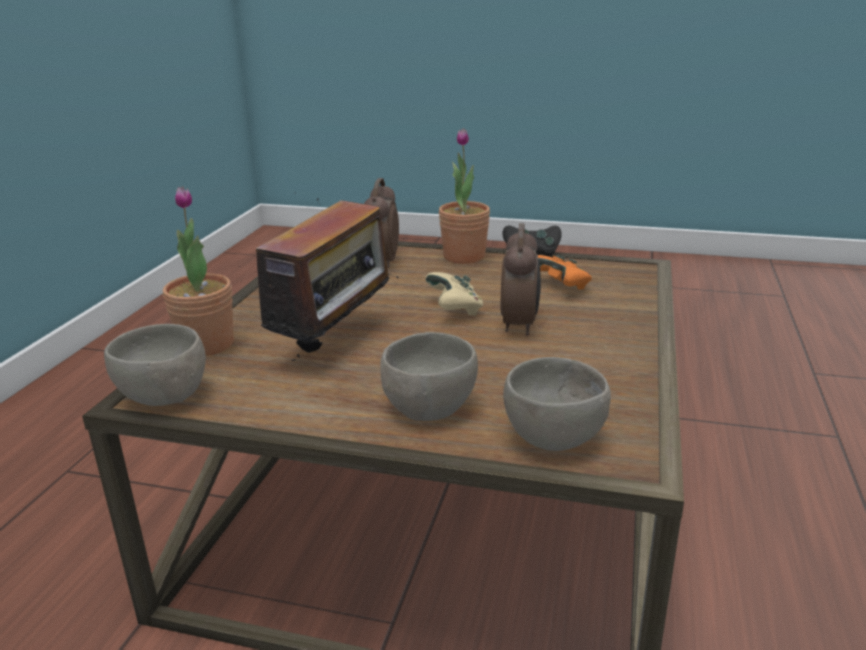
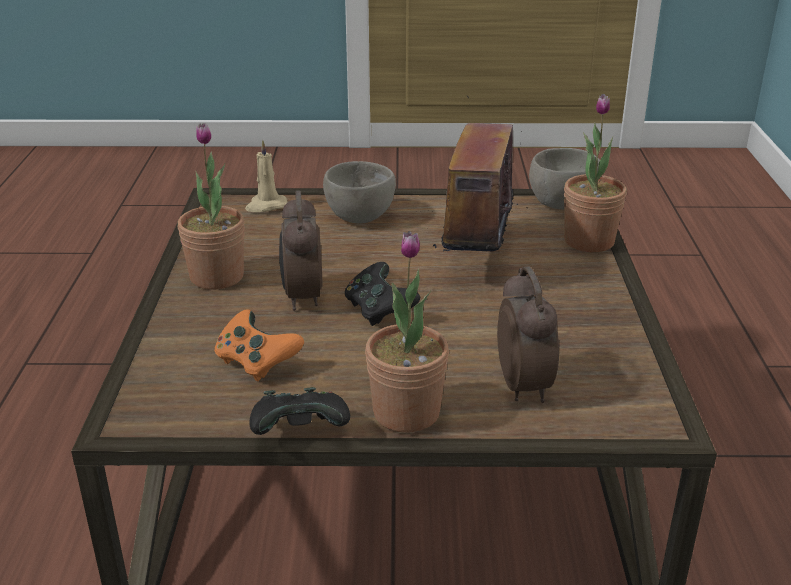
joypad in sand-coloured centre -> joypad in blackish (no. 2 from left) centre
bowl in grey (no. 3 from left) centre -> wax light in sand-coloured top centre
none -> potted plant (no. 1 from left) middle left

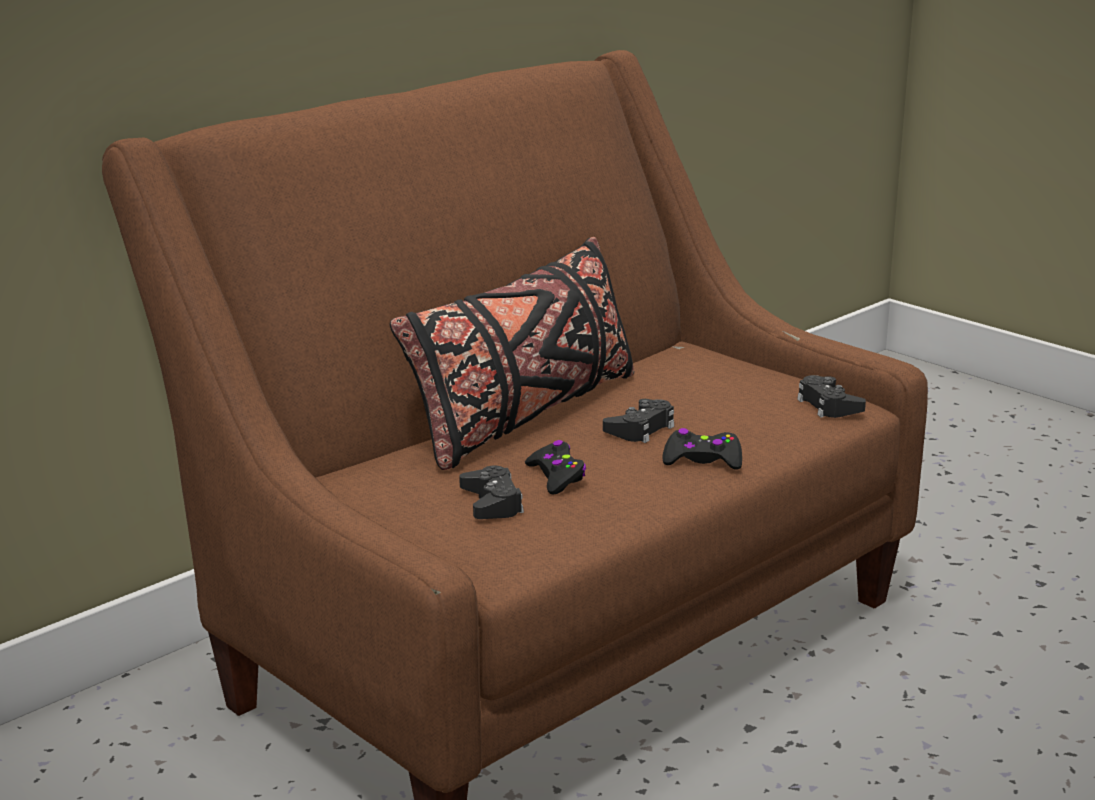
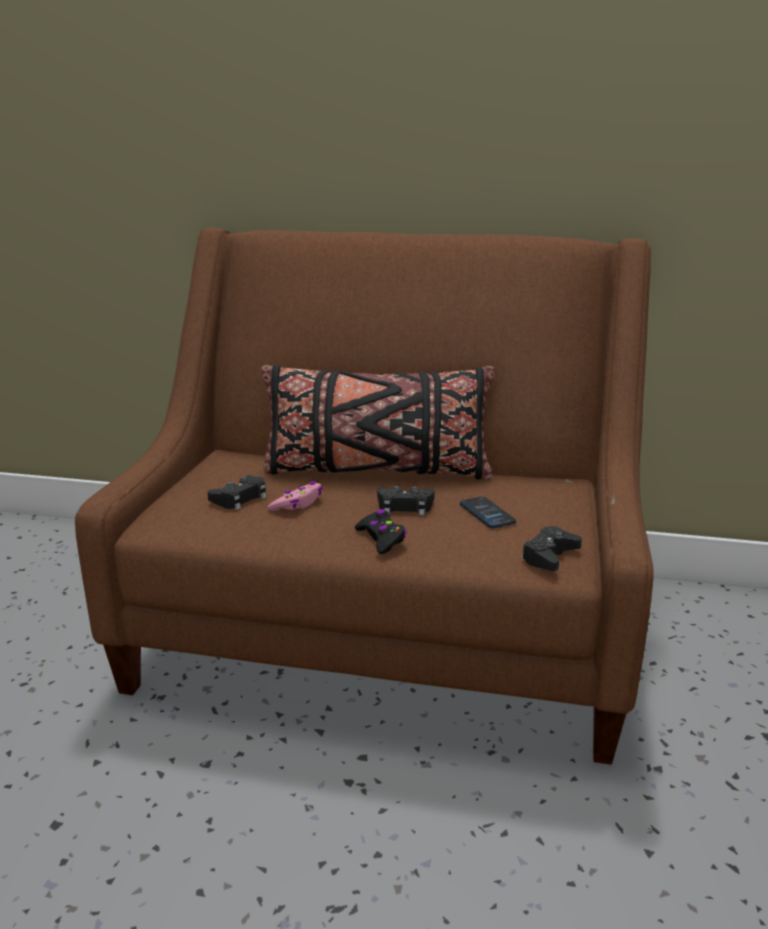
joypad in blackish (no. 2 from left) centre -> joypad in pinkish centre
none -> telephone centre

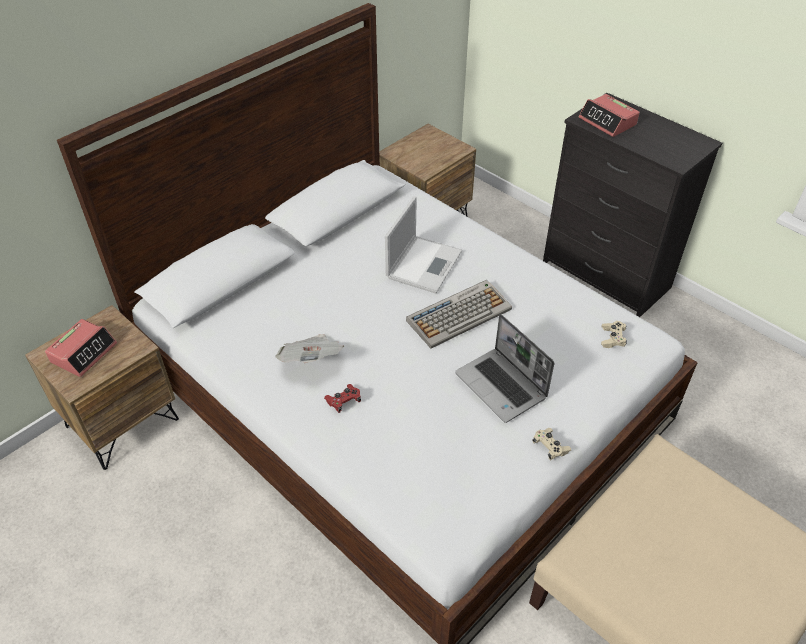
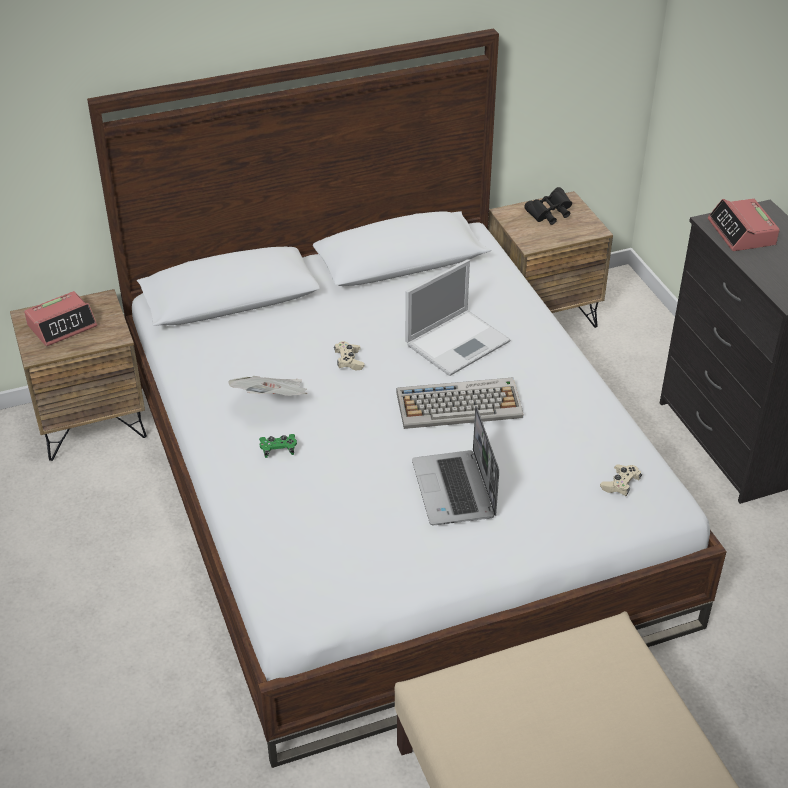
joypad in red centre -> joypad in green-coloured centre
joypad in sand-coloured (no. 1 from left) bottom right -> joypad in sand-coloured (no. 1 from left) centre, relocated
none -> binoculars in blackish top right

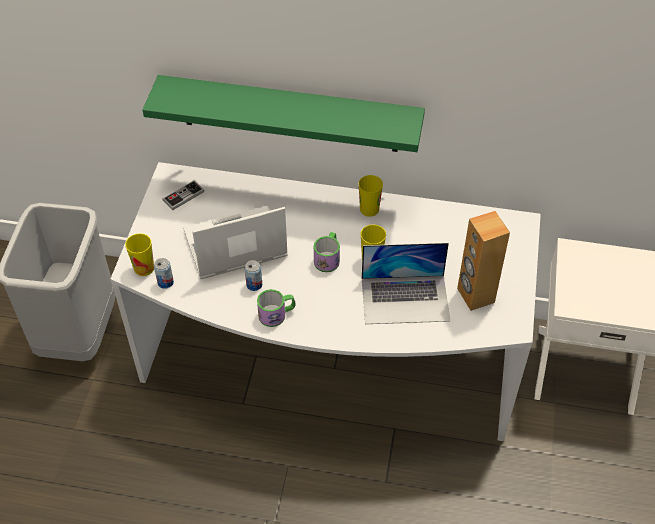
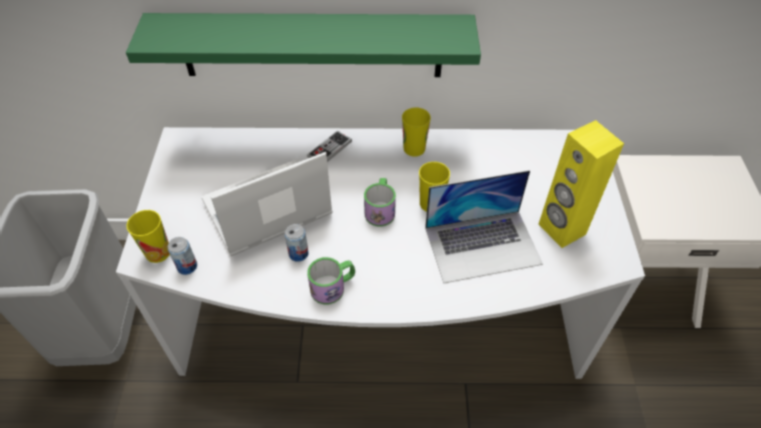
joypad middle left -> joypad centre, relocated
loudspeaker in brownish middle right -> loudspeaker in yellowish middle right

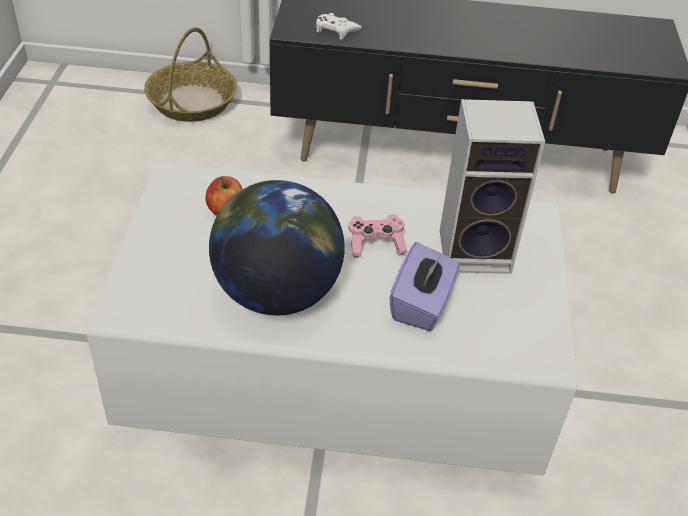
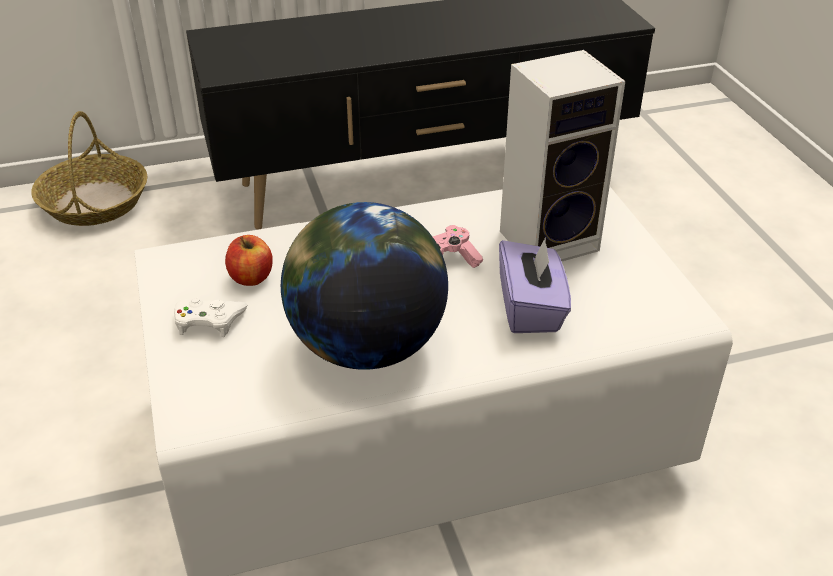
joypad in white top centre -> joypad in white middle left, relocated

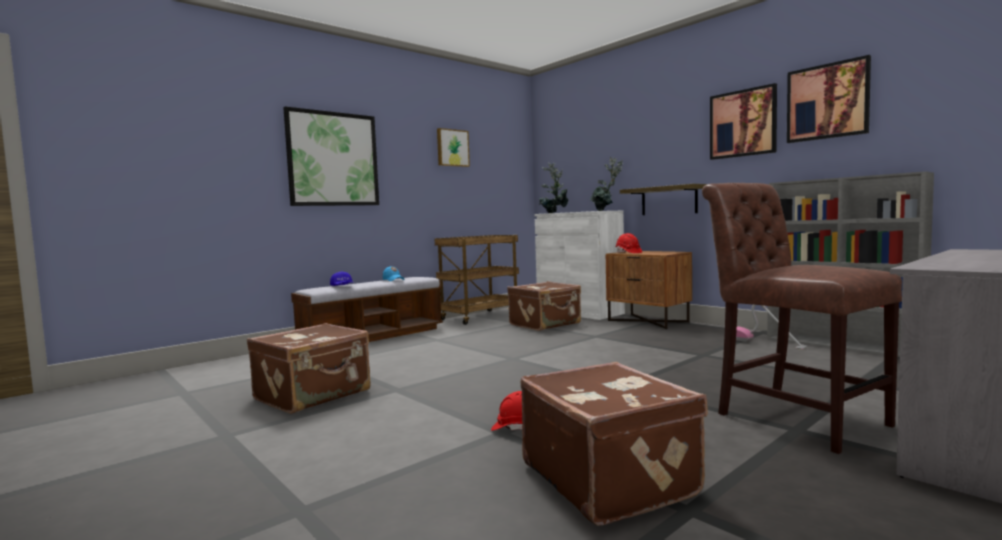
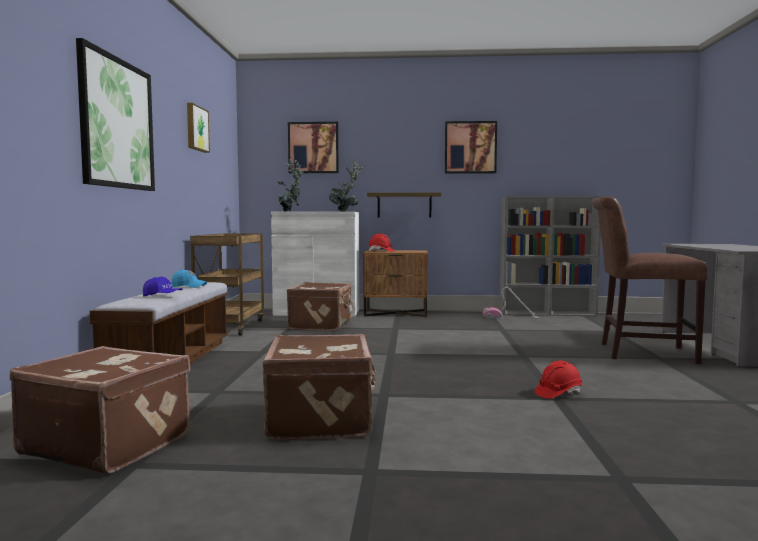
picture (no. 4 from left in the first image) top right -> picture (no. 3 from left) top centre, relocated
suitcase in brownish (no. 3 from left in the first image) bottom centre -> suitcase in brownish (no. 1 from left) bottom left, relocated

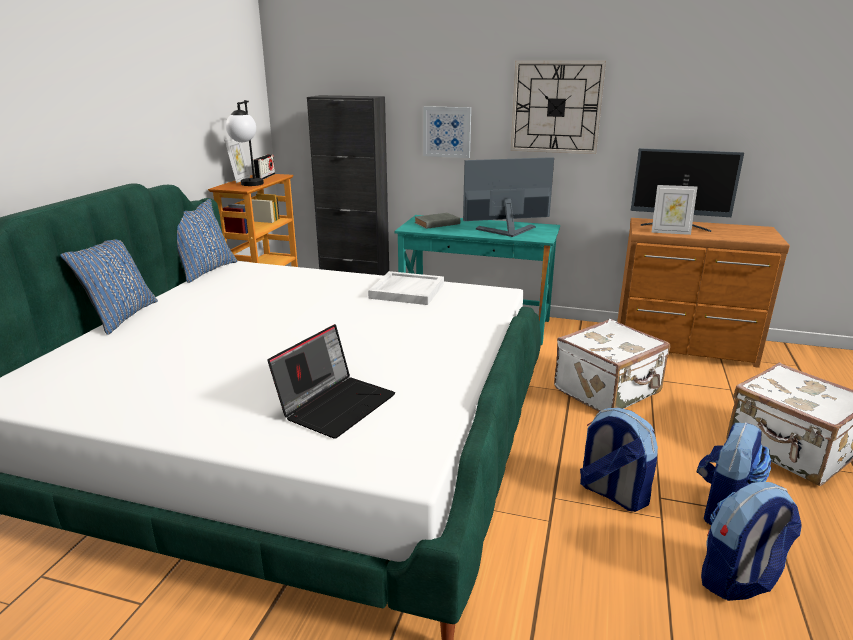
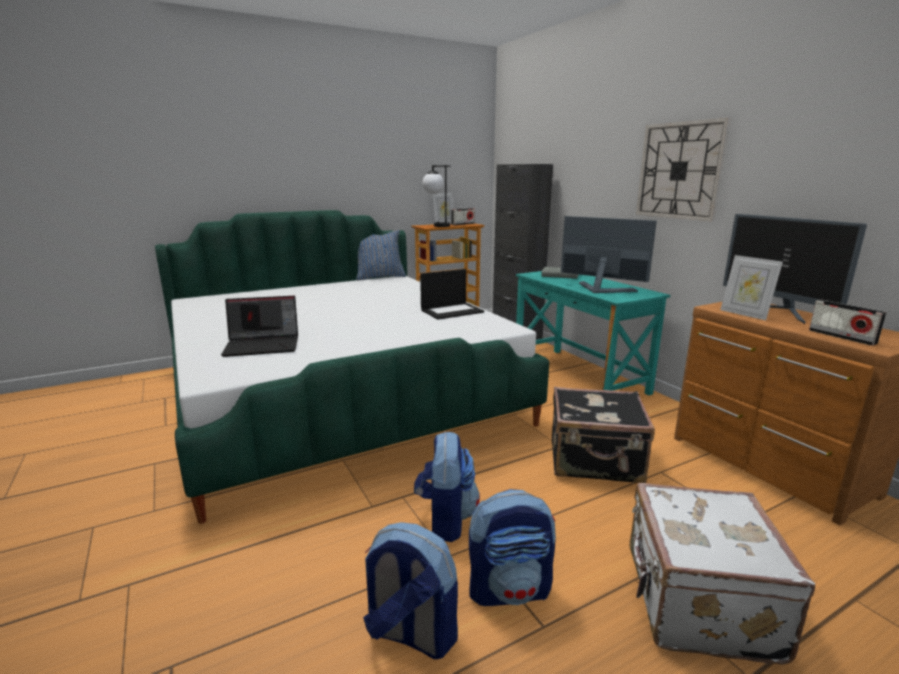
picture top centre -> none
cushion in blue (no. 1 from left) middle left -> none
carrying tray in white centre -> laptop (no. 2 from left) centre
suitcase in white (no. 1 from left) middle right -> suitcase in blackish middle right
none -> radio receiver (no. 2 from left) middle right

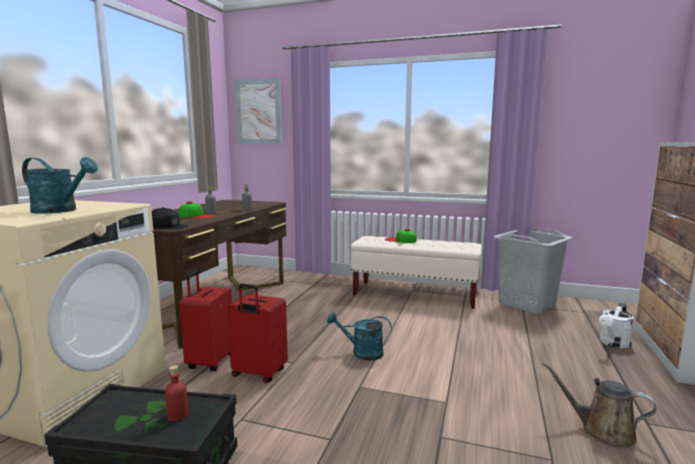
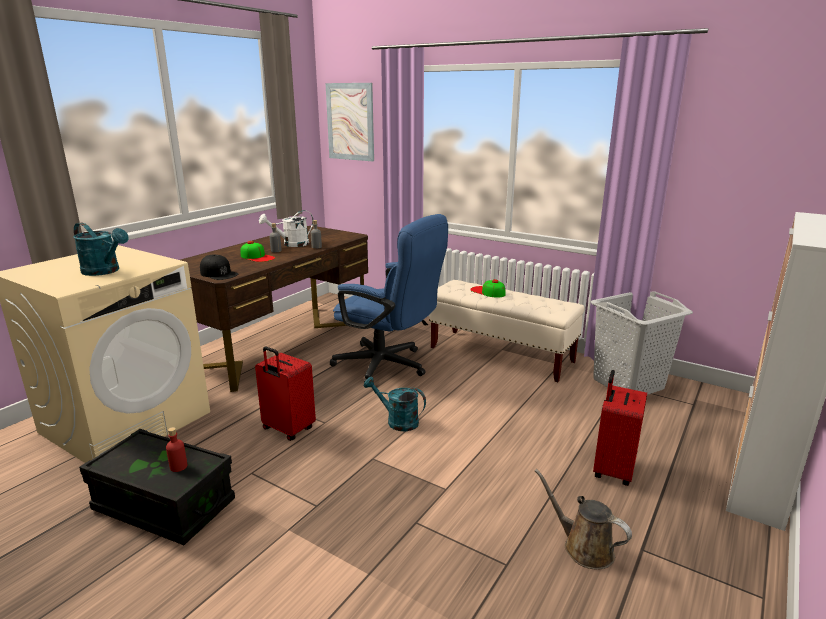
suitcase in red (no. 1 from left in the first image) bottom left -> suitcase in red (no. 2 from left) bottom right, relocated
watering pot in white bottom right -> watering pot in white centre, relocated
none -> desk chair in blue centre

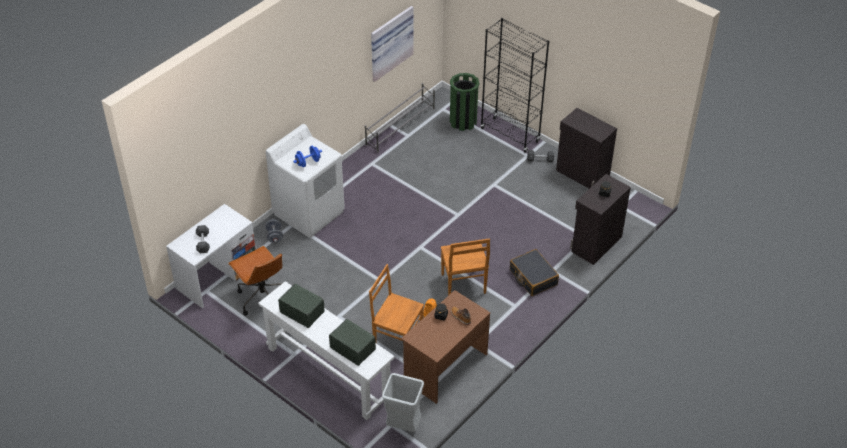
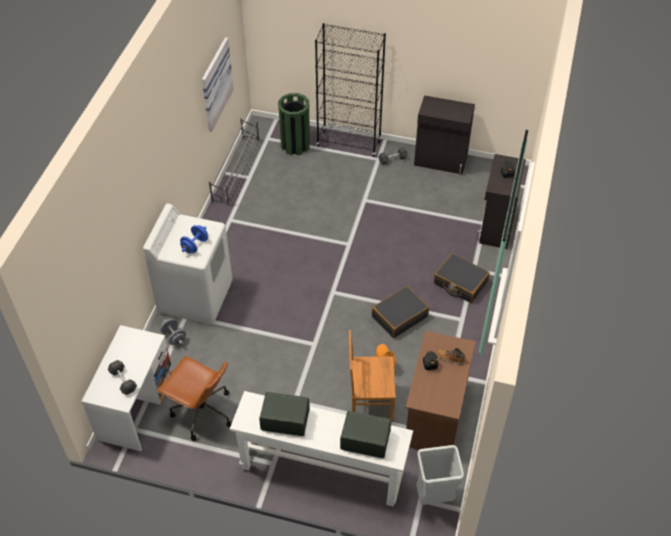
plain chair in brownish (no. 2 from left) centre -> suitcase in blackish (no. 1 from left) centre

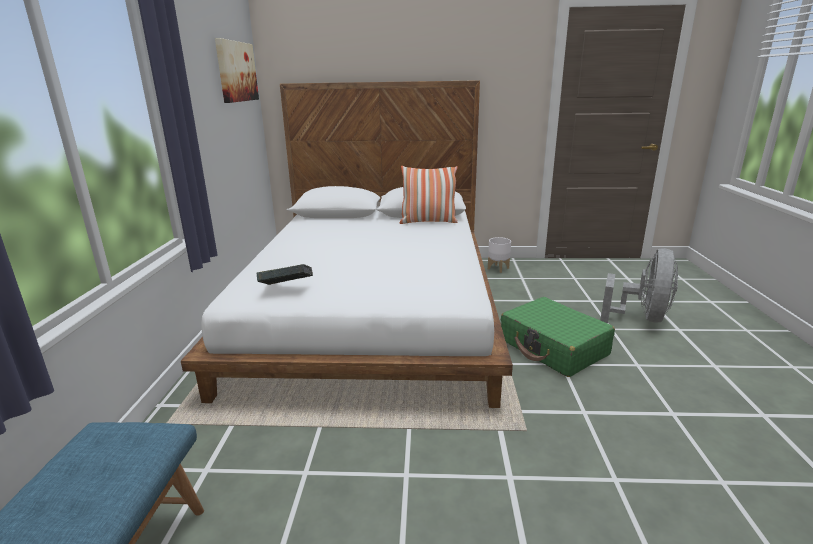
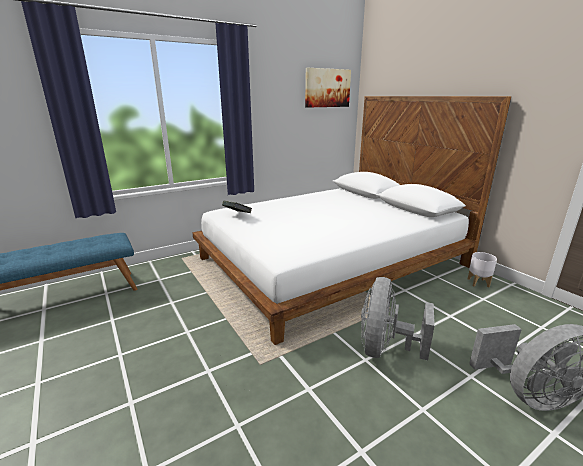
cushion centre -> none
suitcase in green-coloured middle right -> fan in grey (no. 1 from left) bottom right

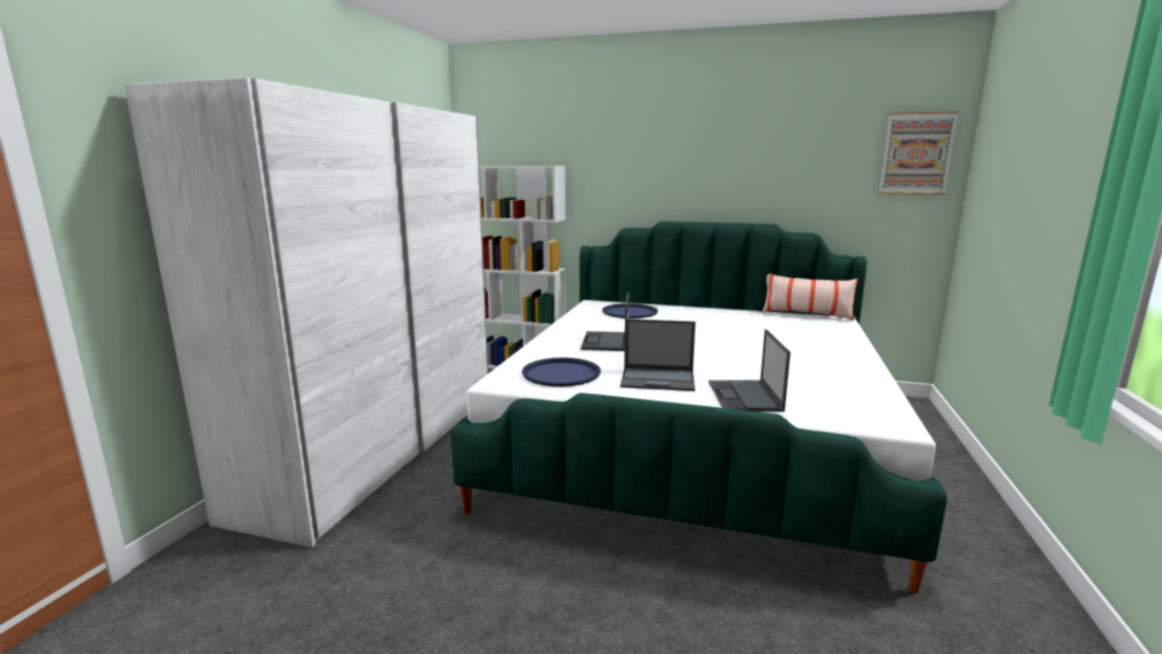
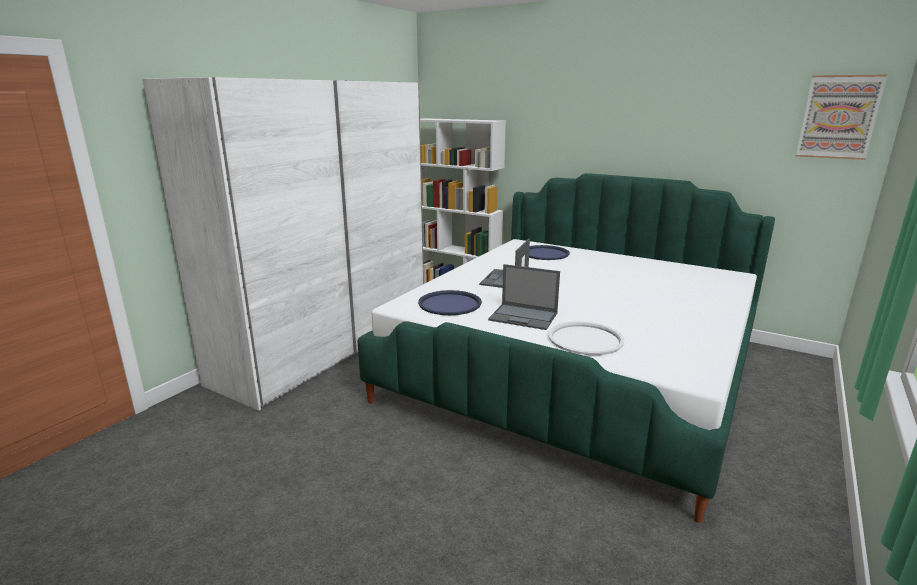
cushion middle right -> none
laptop (no. 3 from left) centre -> carrying tray in white centre

